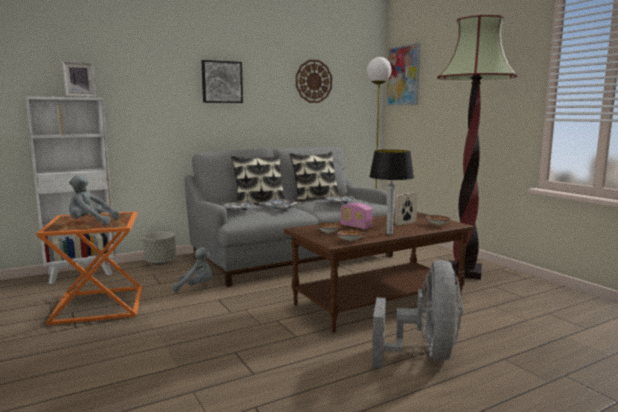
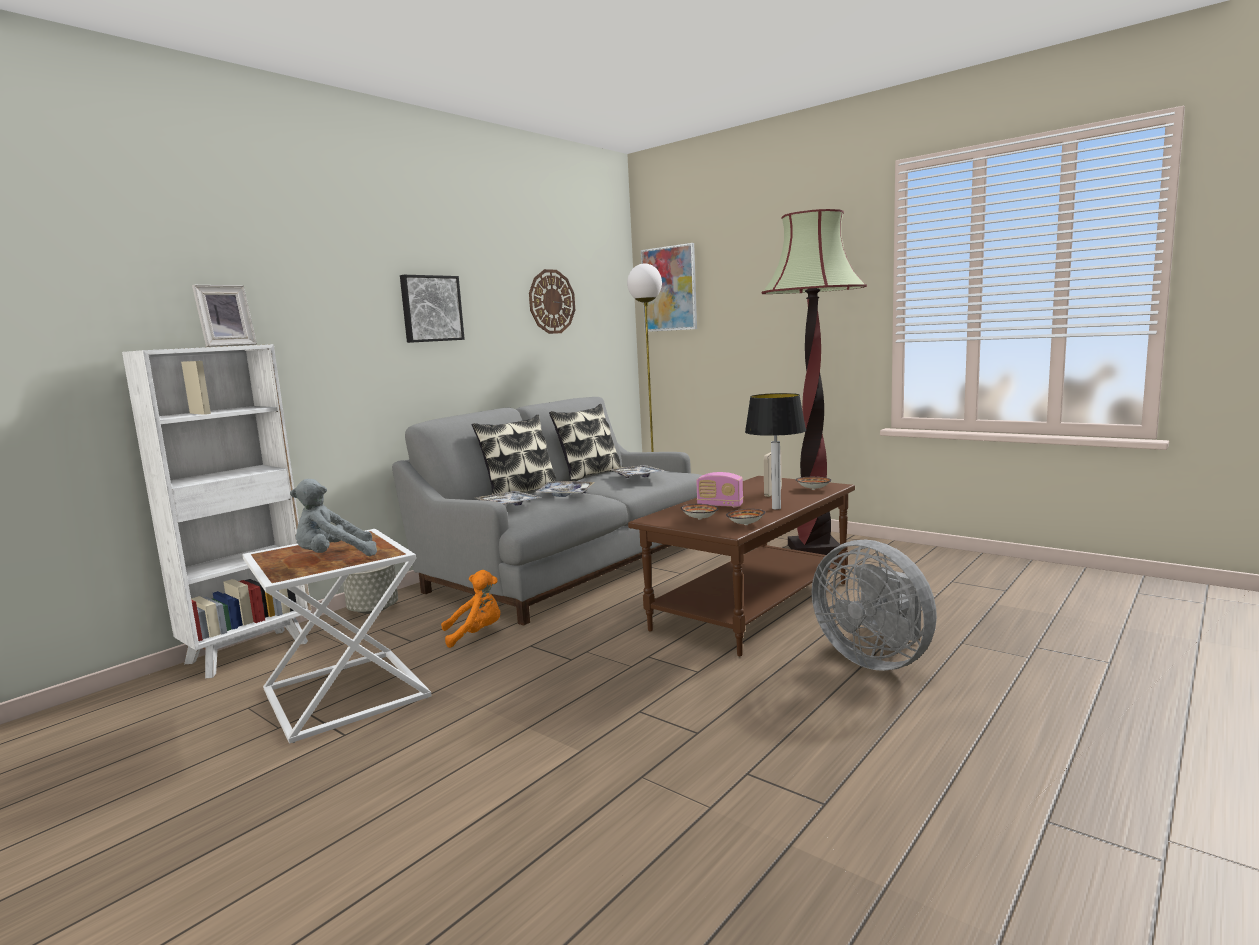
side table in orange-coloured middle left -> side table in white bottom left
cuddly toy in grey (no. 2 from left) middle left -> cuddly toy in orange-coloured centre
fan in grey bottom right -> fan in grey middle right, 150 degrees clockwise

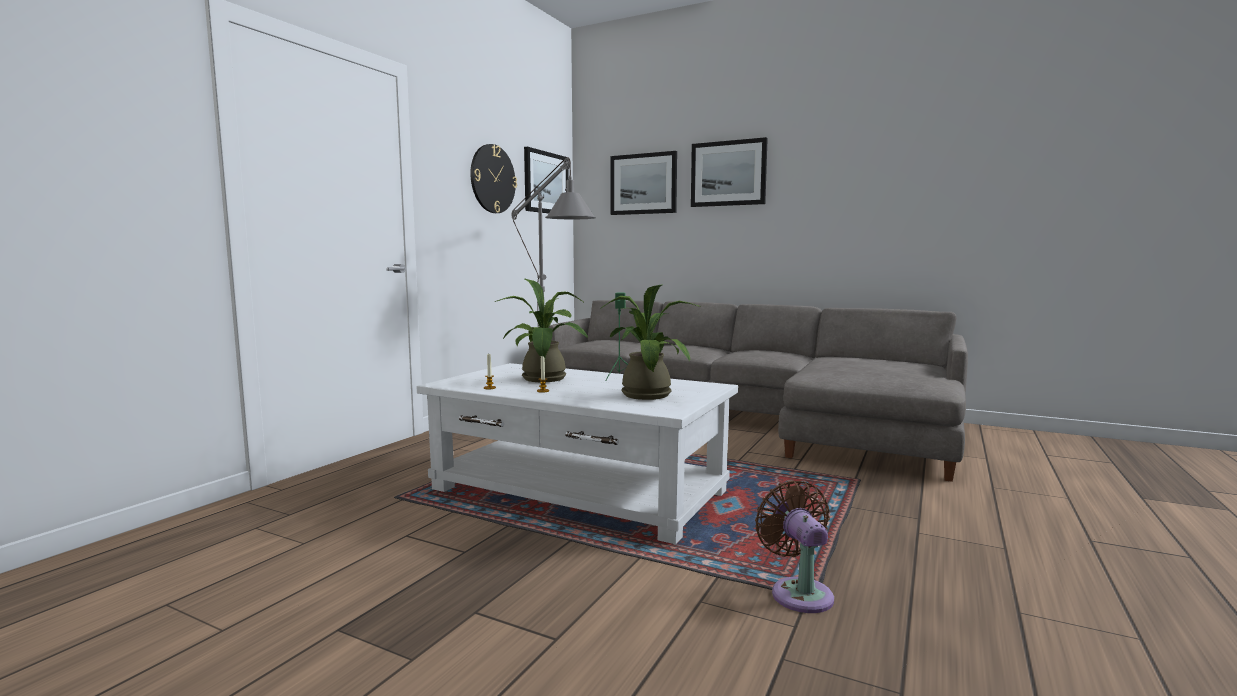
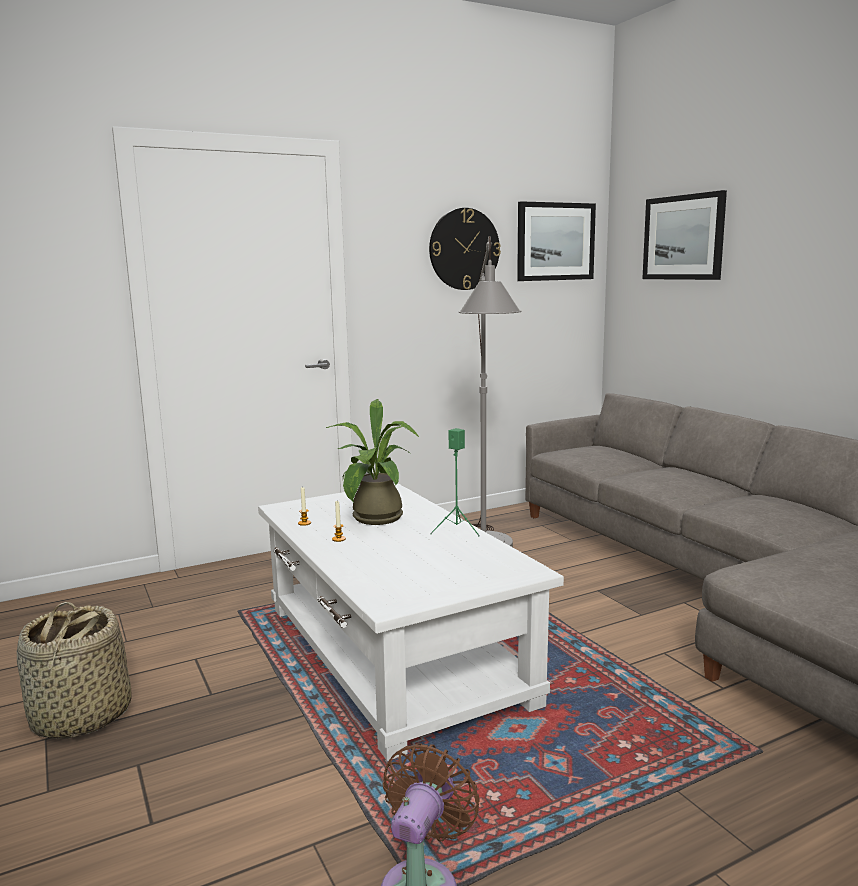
picture (no. 3 from left) top centre -> none
potted plant (no. 2 from left) centre -> none
none -> storage basket bottom left

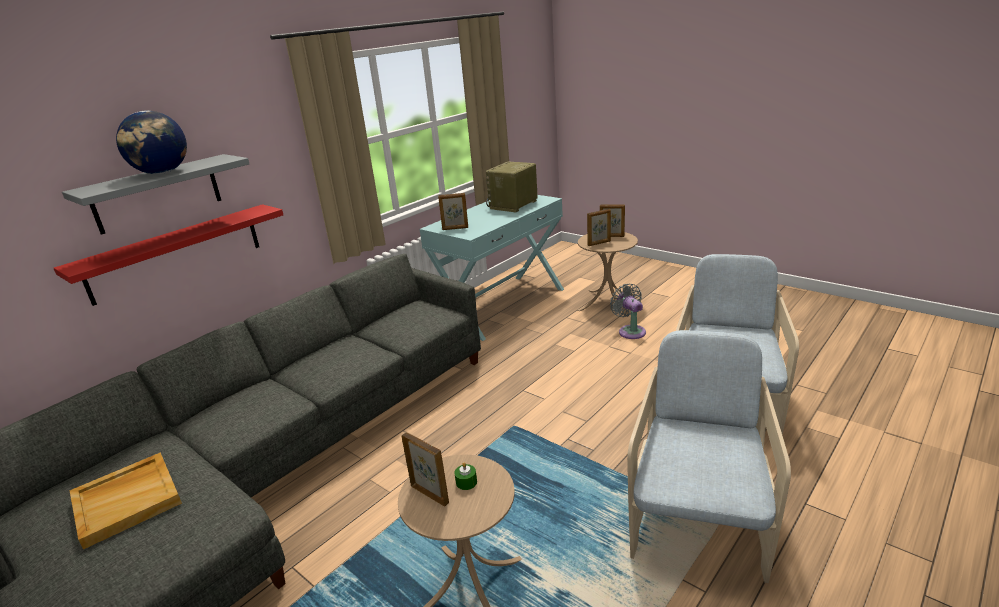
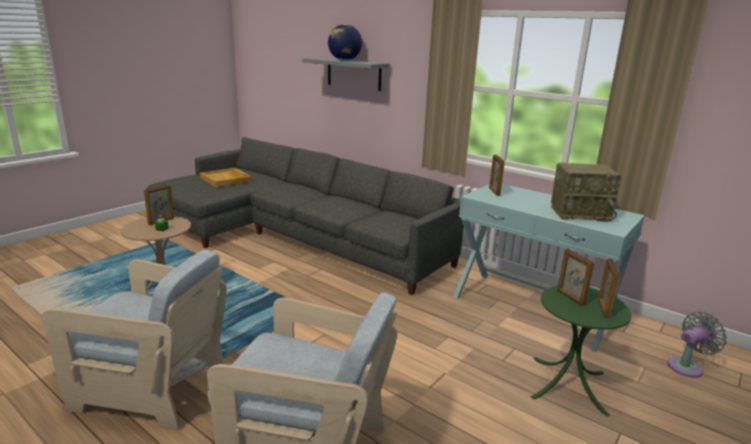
radio receiver top centre -> radio receiver middle right, 150 degrees clockwise
shelf in red middle left -> none
side table in sand-coloured (no. 2 from left) centre -> side table in green-coloured bottom right
fan in grey centre -> fan in grey bottom right, relocated

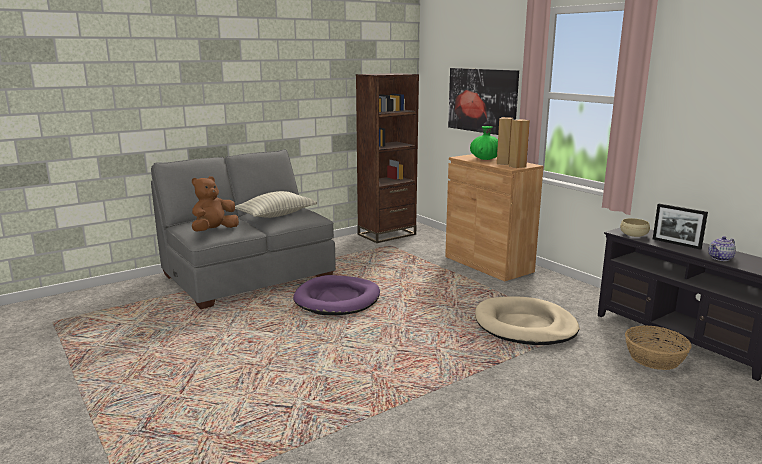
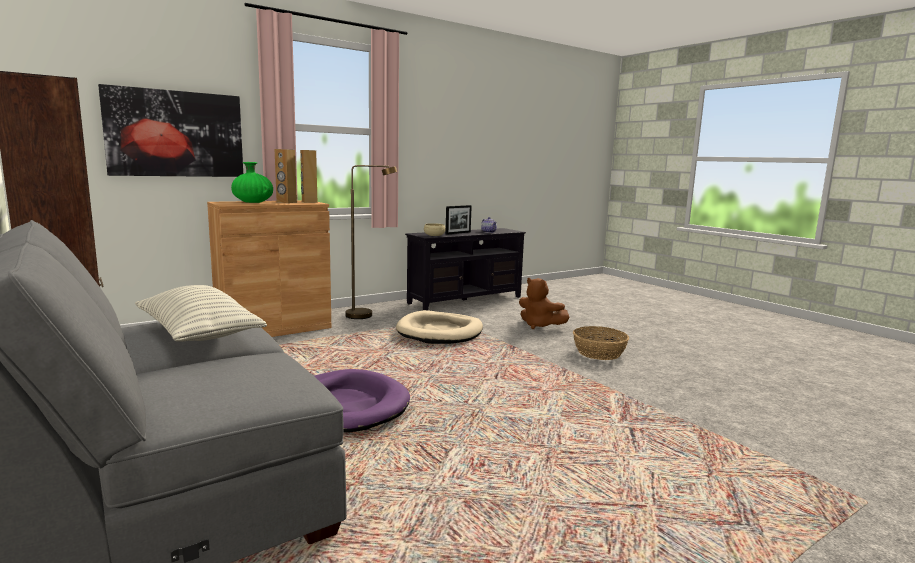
cuddly toy in brownish middle left -> cuddly toy in brownish centre, relocated
storage basket bottom right -> storage basket centre, relocated
none -> standard lamp in brownish centre

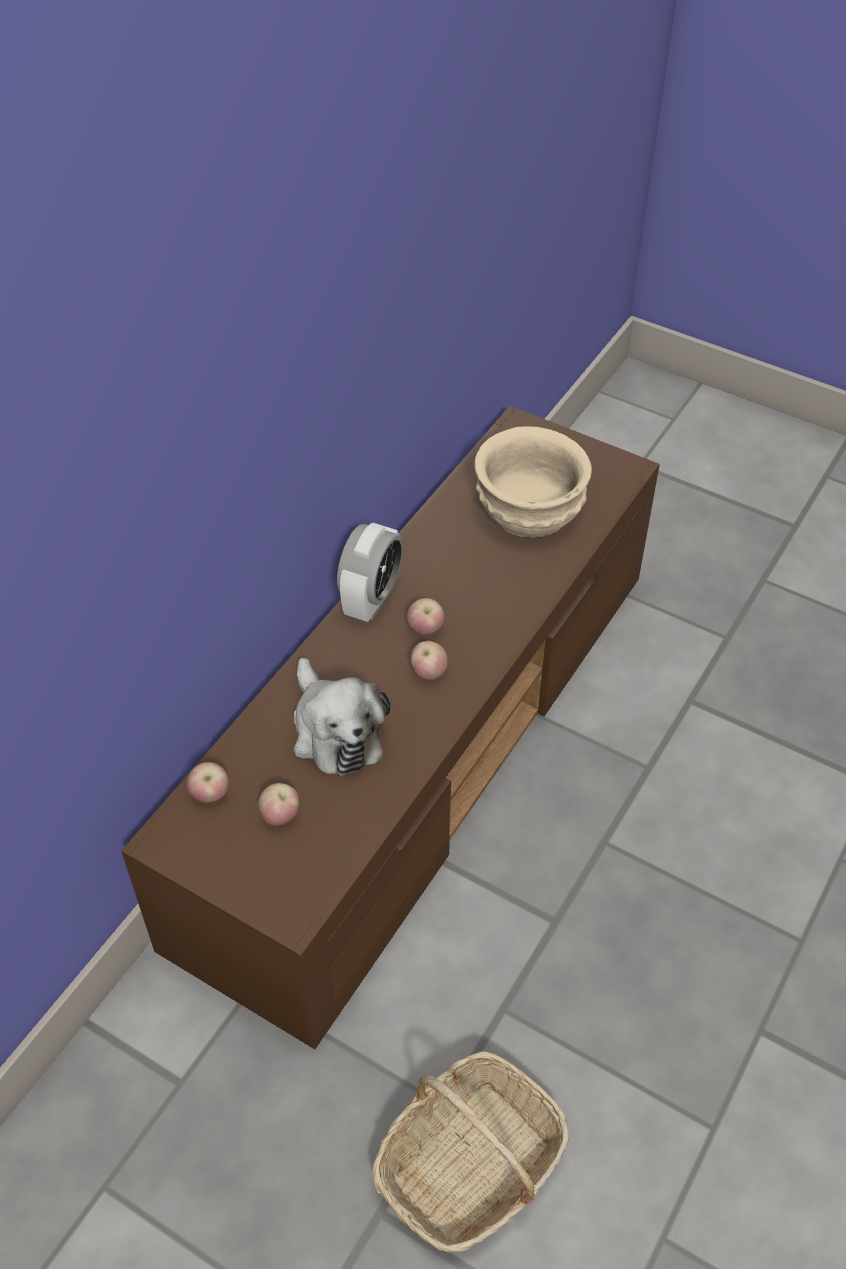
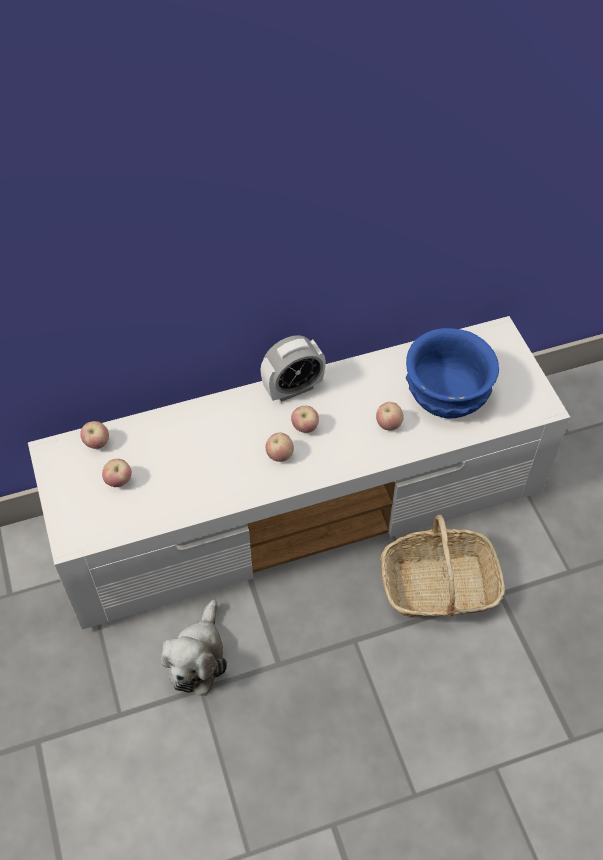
media console in brownish centre -> media console in white centre
bowl in sand-coloured centre -> bowl in blue middle right
cuddly toy centre -> cuddly toy bottom left, relocated
storage basket bottom centre -> storage basket middle right, relocated
none -> apple (no. 5 from left) centre

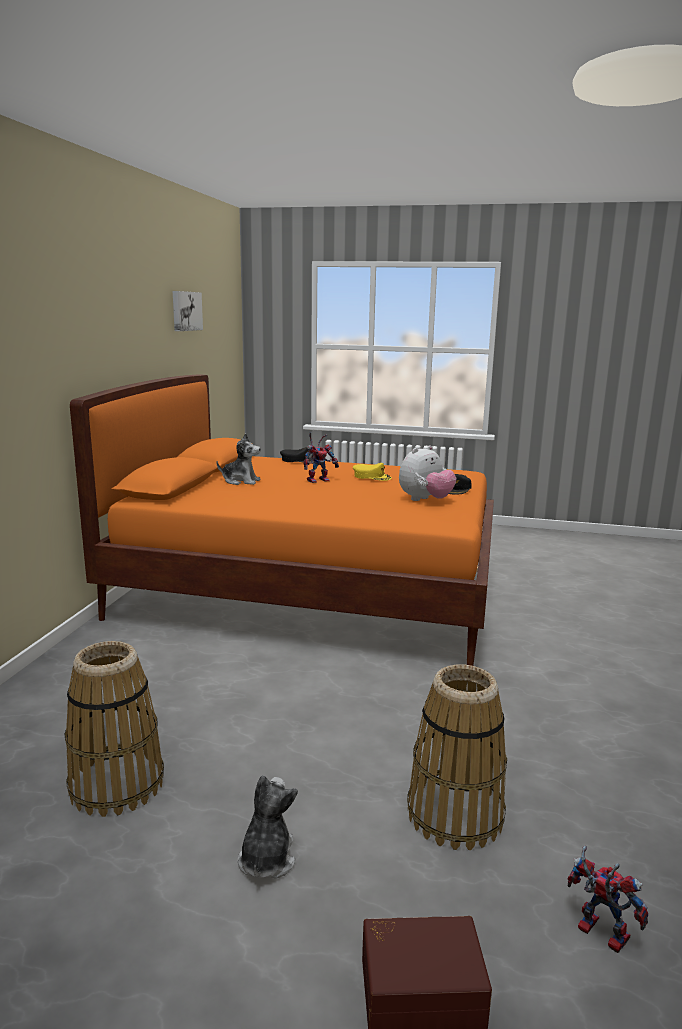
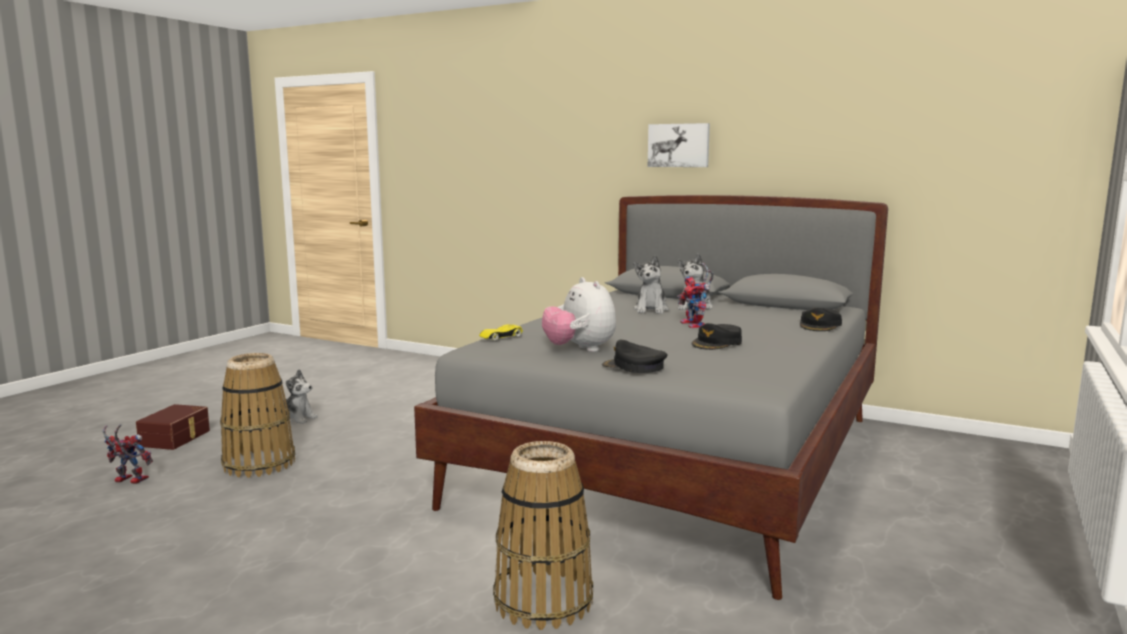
picture top left -> picture top centre, relocated
bed in orange-coloured centre -> bed in grey centre
baseball cap in yellowish centre -> baseball cap in blackish (no. 2 from left) centre
storage basket (no. 1 from left in the first image) bottom left -> storage basket (no. 2 from left) bottom centre, relocated
model robot (no. 2 from left in the first image) bottom right -> model robot (no. 1 from left) bottom left, 135 degrees counterclockwise
none -> cuddly toy (no. 3 from left) centre
none -> miniature car in yellowish centre

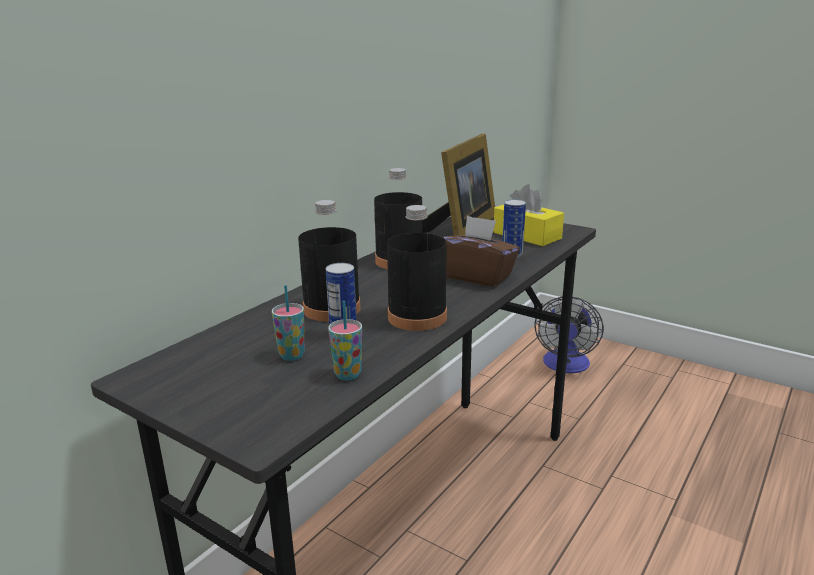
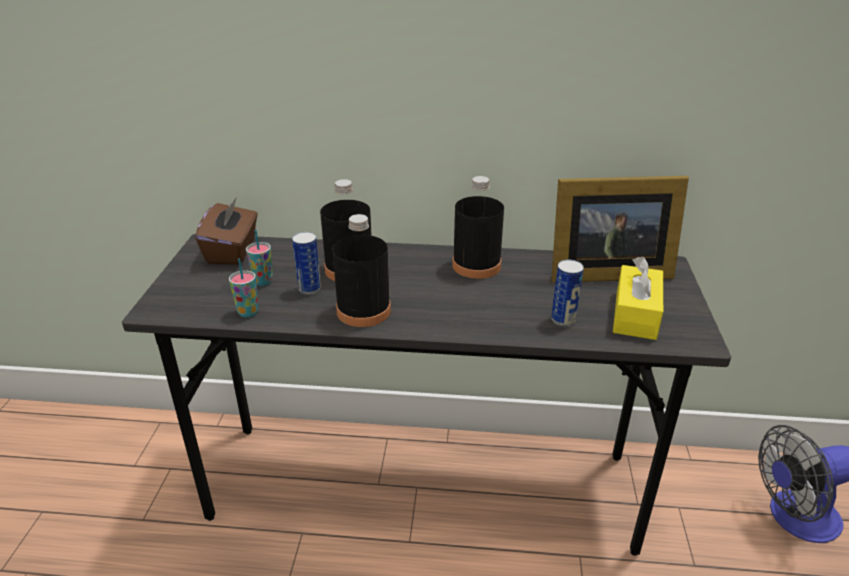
tissue holder in brownish centre -> tissue holder in brownish middle left, relocated

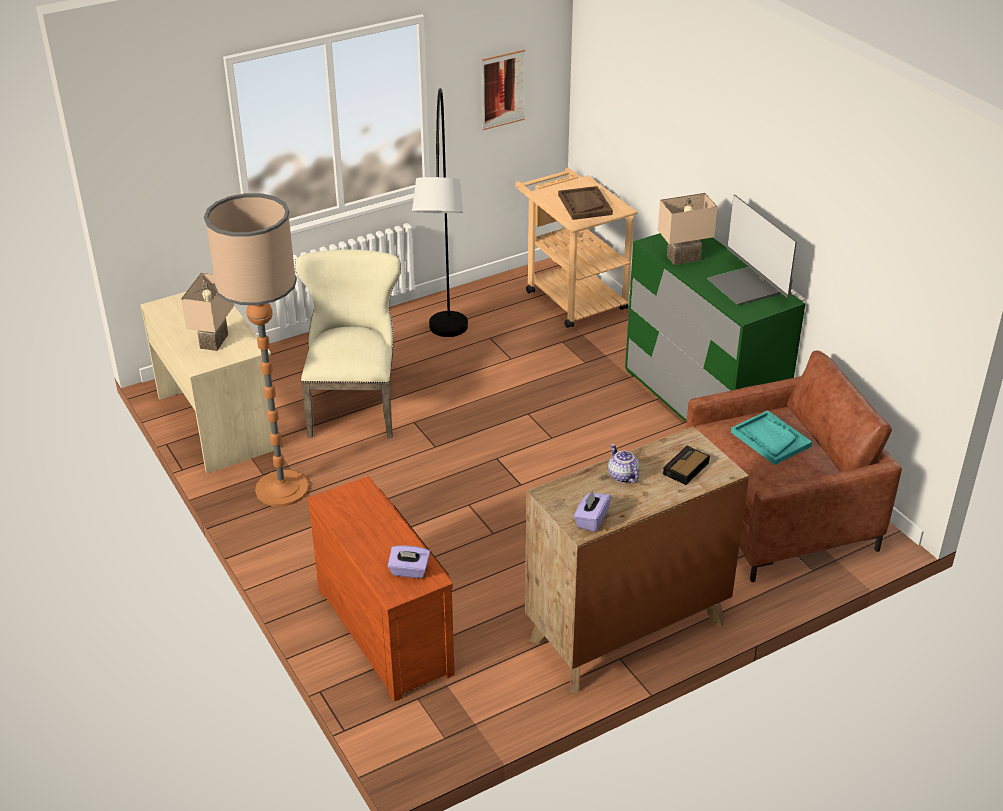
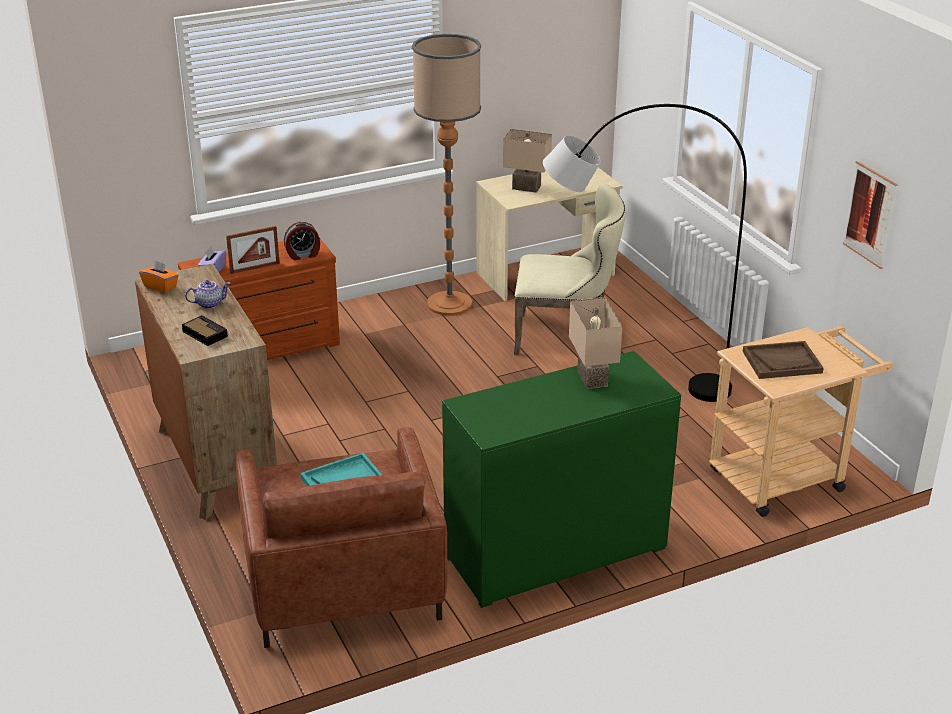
computer screen top right -> none
tissue holder in purple-coloured (no. 2 from left) centre -> tissue holder in orange-coloured middle left
none -> alarm clock (no. 2 from left) middle left
none -> picture frame middle left

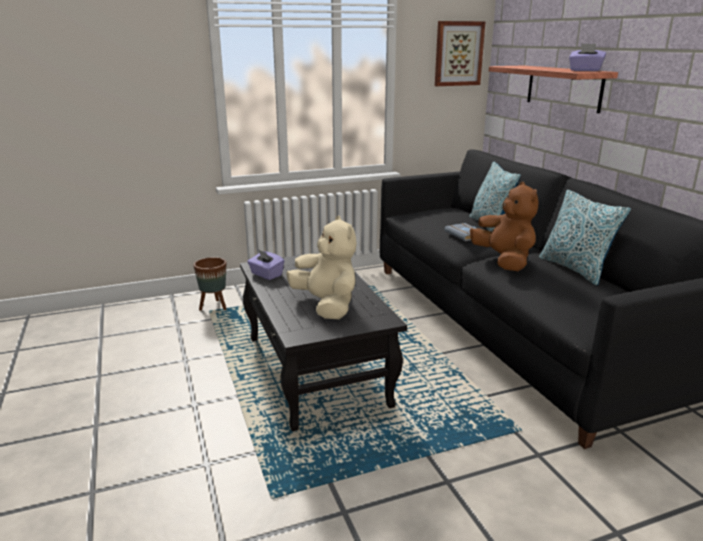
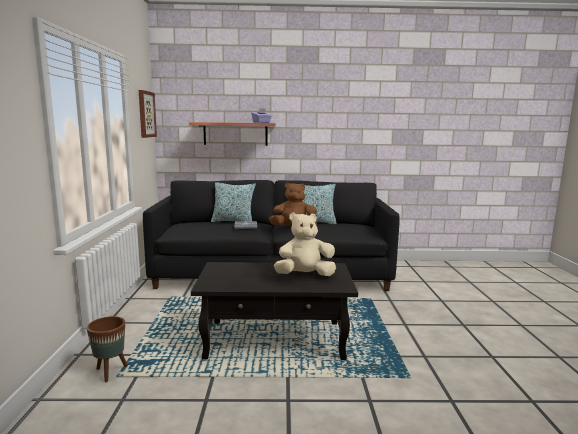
tissue holder in purple-coloured (no. 1 from left) centre -> none

